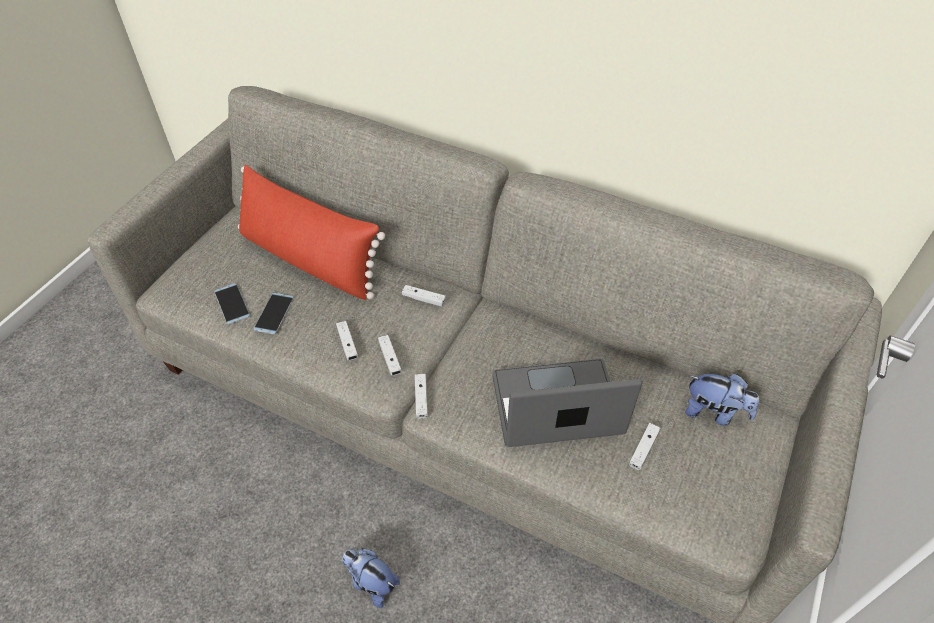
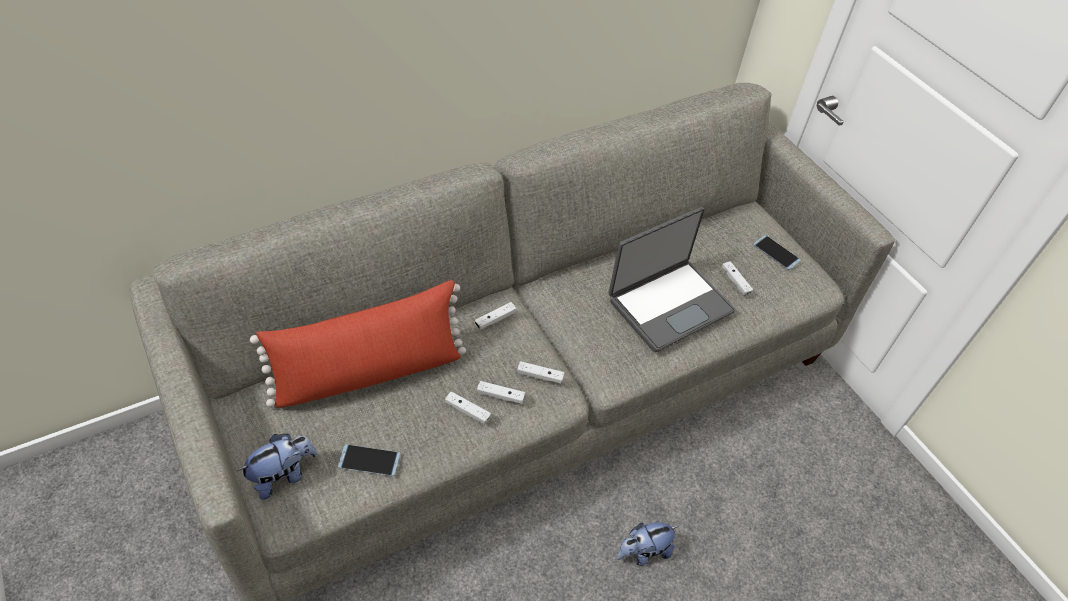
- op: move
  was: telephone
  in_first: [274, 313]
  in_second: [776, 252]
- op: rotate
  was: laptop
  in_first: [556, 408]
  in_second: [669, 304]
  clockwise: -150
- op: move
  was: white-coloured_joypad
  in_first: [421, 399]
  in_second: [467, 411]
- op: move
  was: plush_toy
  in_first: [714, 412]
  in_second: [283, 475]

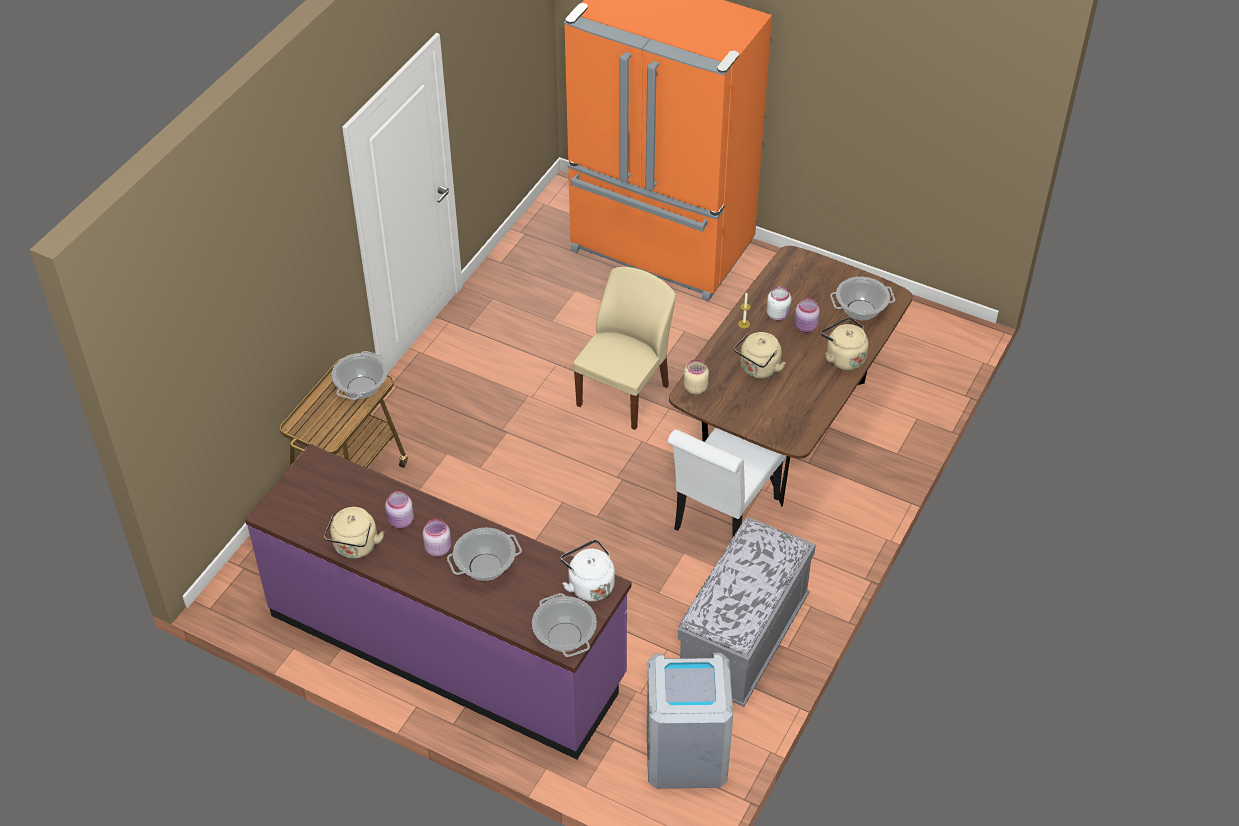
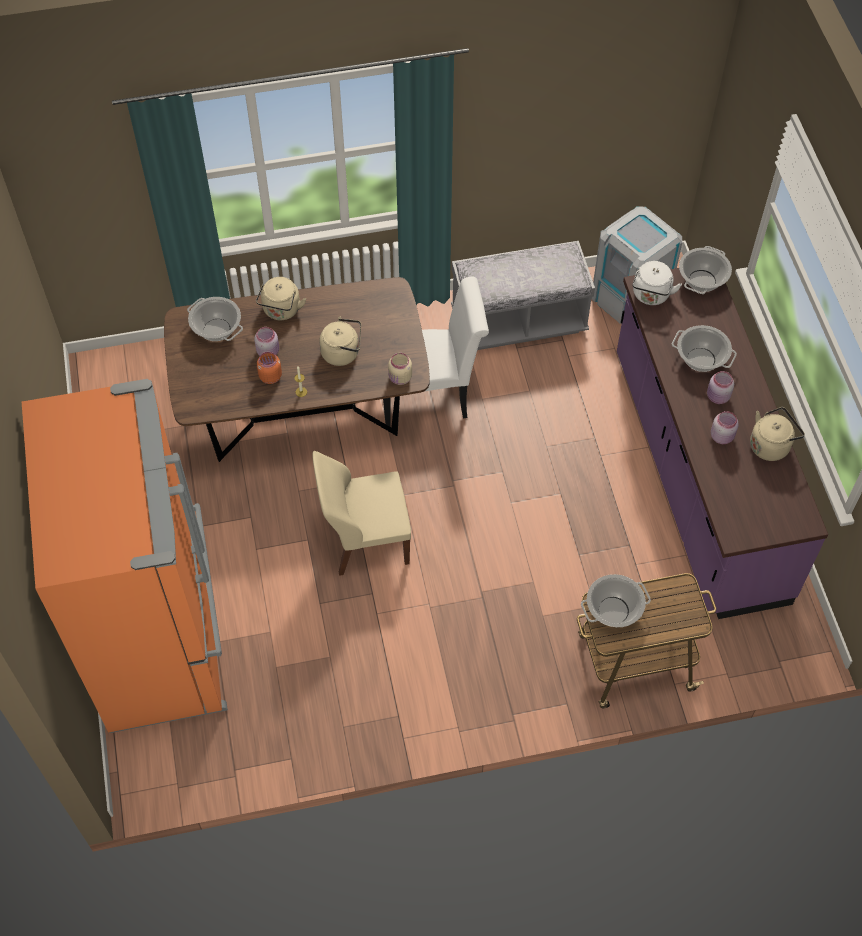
- op: recolor
  was: white-coloured_storage_jar
  now: orange-coloured_storage_jar
  in_first: [778, 315]
  in_second: [270, 376]

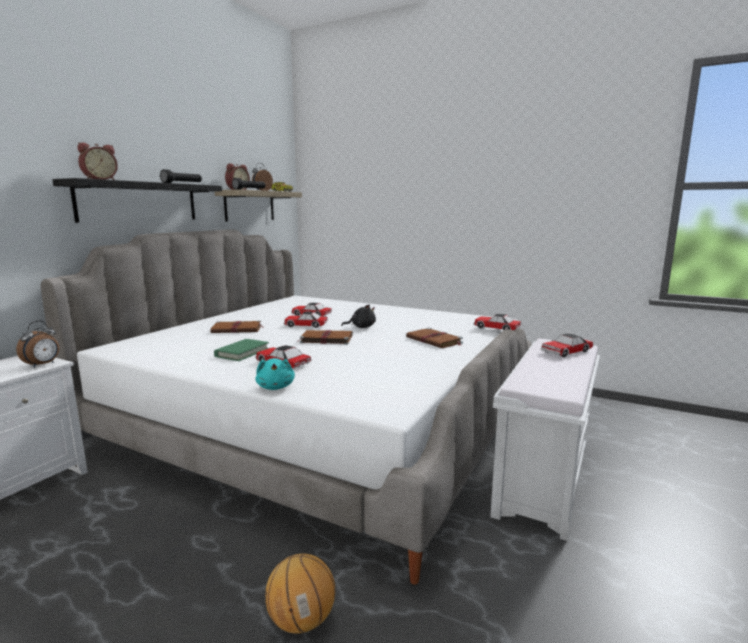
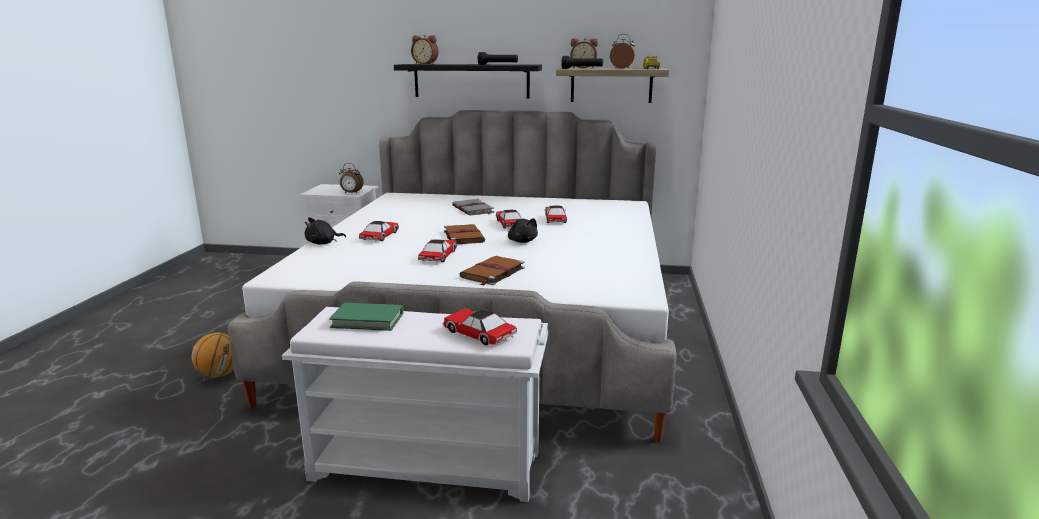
- op: move
  was: miniature_car
  in_first: [496, 328]
  in_second: [438, 256]
- op: recolor
  was: brownish_book
  now: grey_book
  in_first: [237, 329]
  in_second: [473, 209]
- op: move
  was: green-coloured_book
  in_first: [242, 352]
  in_second: [367, 320]
- op: recolor
  was: turquoise-coloured_plush_toy
  now: blackish_plush_toy
  in_first: [276, 387]
  in_second: [323, 243]

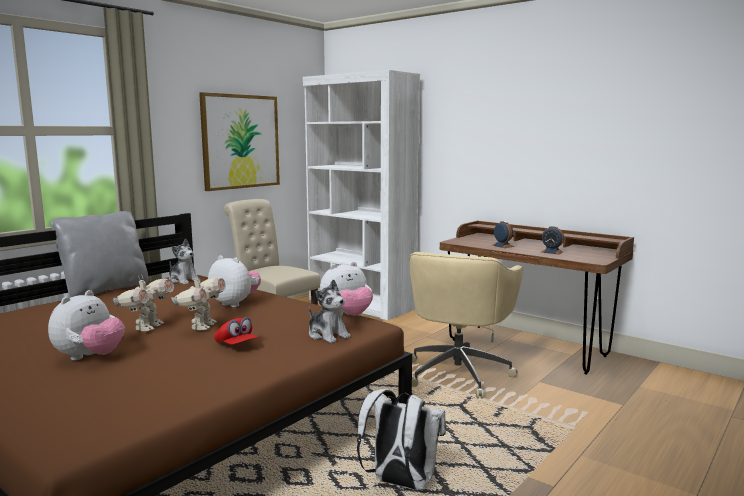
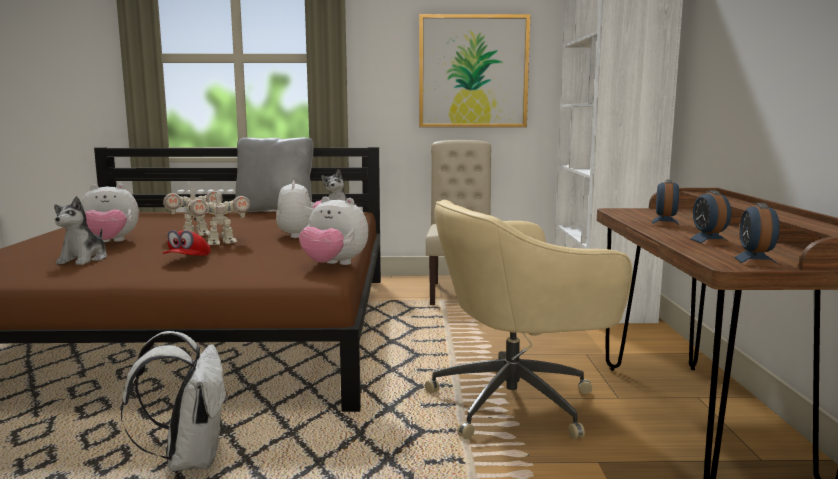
- op: move
  was: plush_toy
  in_first: [328, 335]
  in_second: [84, 259]
- op: insert
  now: table_clock
  in_second: [755, 261]

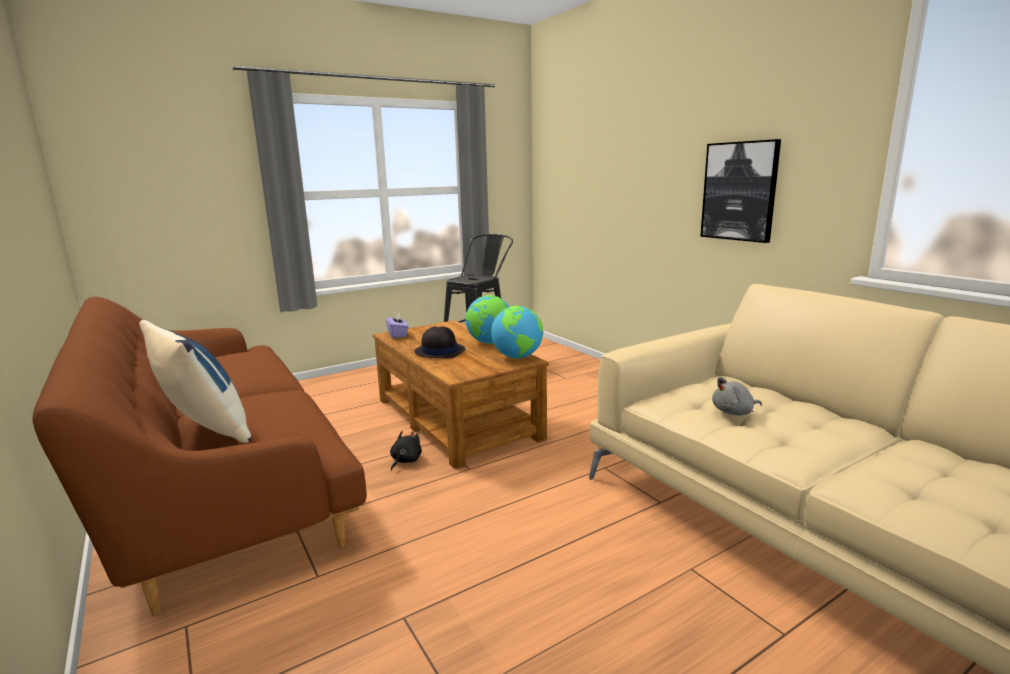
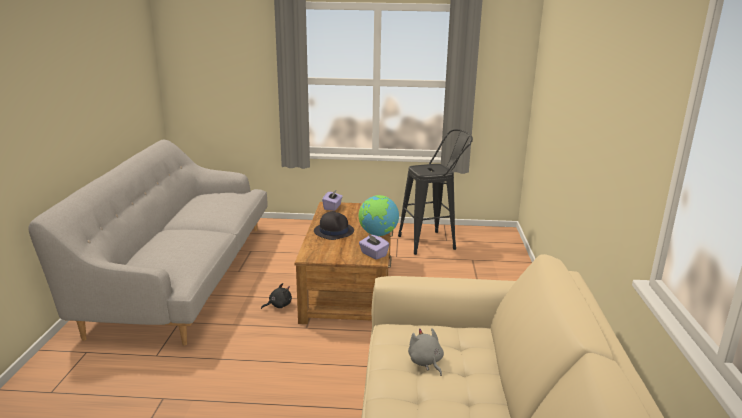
- op: delete
  was: wall_art
  in_first: [739, 191]
- op: recolor
  was: brownish_settee
  now: grey_settee
  in_first: [219, 476]
  in_second: [181, 274]
- op: replace
  was: globe
  now: purplish_box_of_tissues
  in_first: [517, 357]
  in_second: [373, 254]
- op: delete
  was: blue-coloured_throw_pillow
  in_first: [203, 431]
- op: rotate
  was: grey_plush_toy
  in_first: [734, 412]
  in_second: [426, 362]
  clockwise: 45

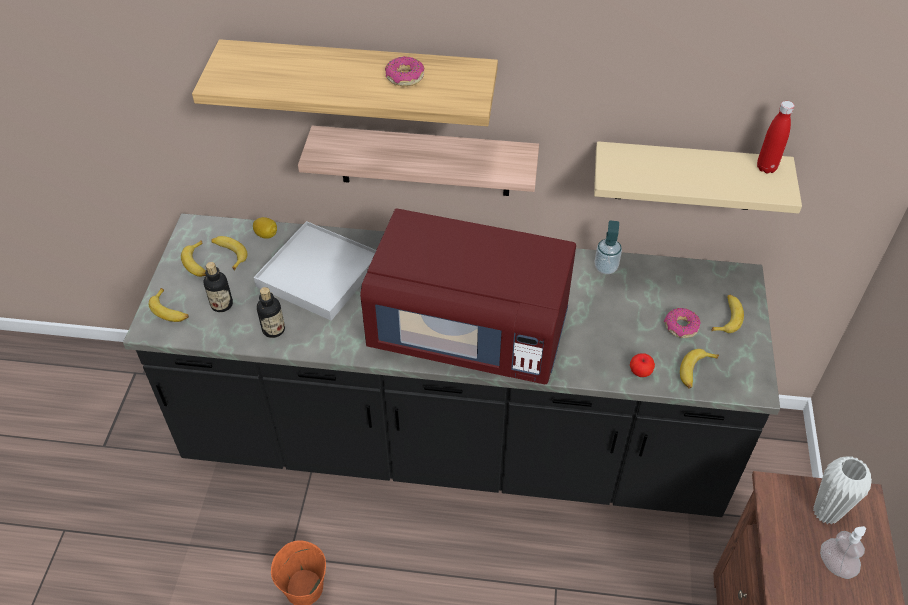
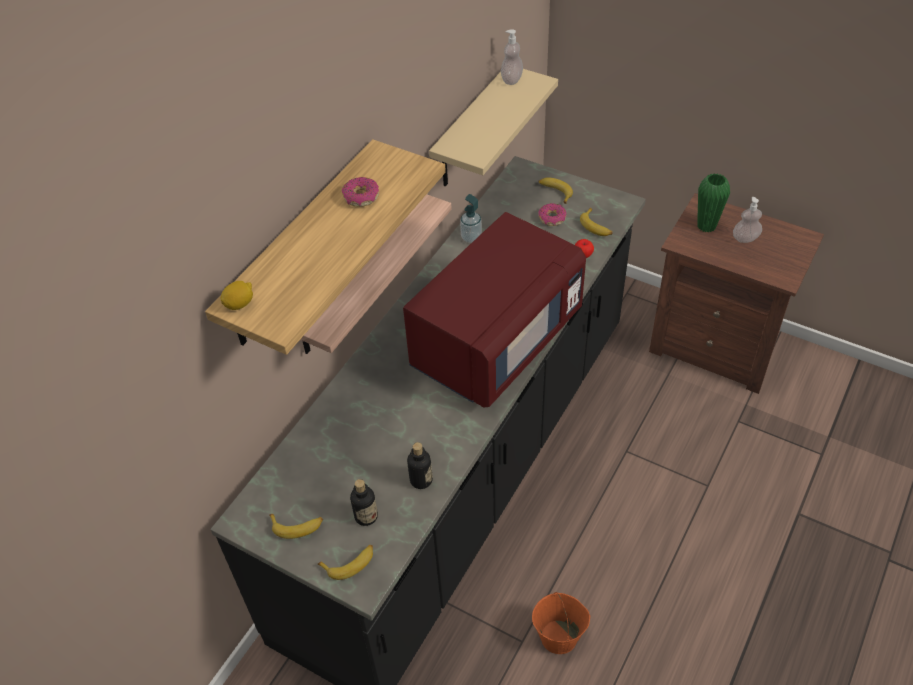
- op: replace
  was: reddish_drink_bottle
  now: soap_dispenser
  in_first: [766, 168]
  in_second: [511, 79]
- op: move
  was: whole_lemon
  in_first: [266, 235]
  in_second: [240, 304]
- op: delete
  was: white-coloured_serving_tray
  in_first: [319, 274]
- op: delete
  was: banana_fruit
  in_first: [229, 254]
- op: recolor
  was: white-coloured_decorative_vase
  now: green-coloured_decorative_vase
  in_first: [826, 512]
  in_second: [706, 226]

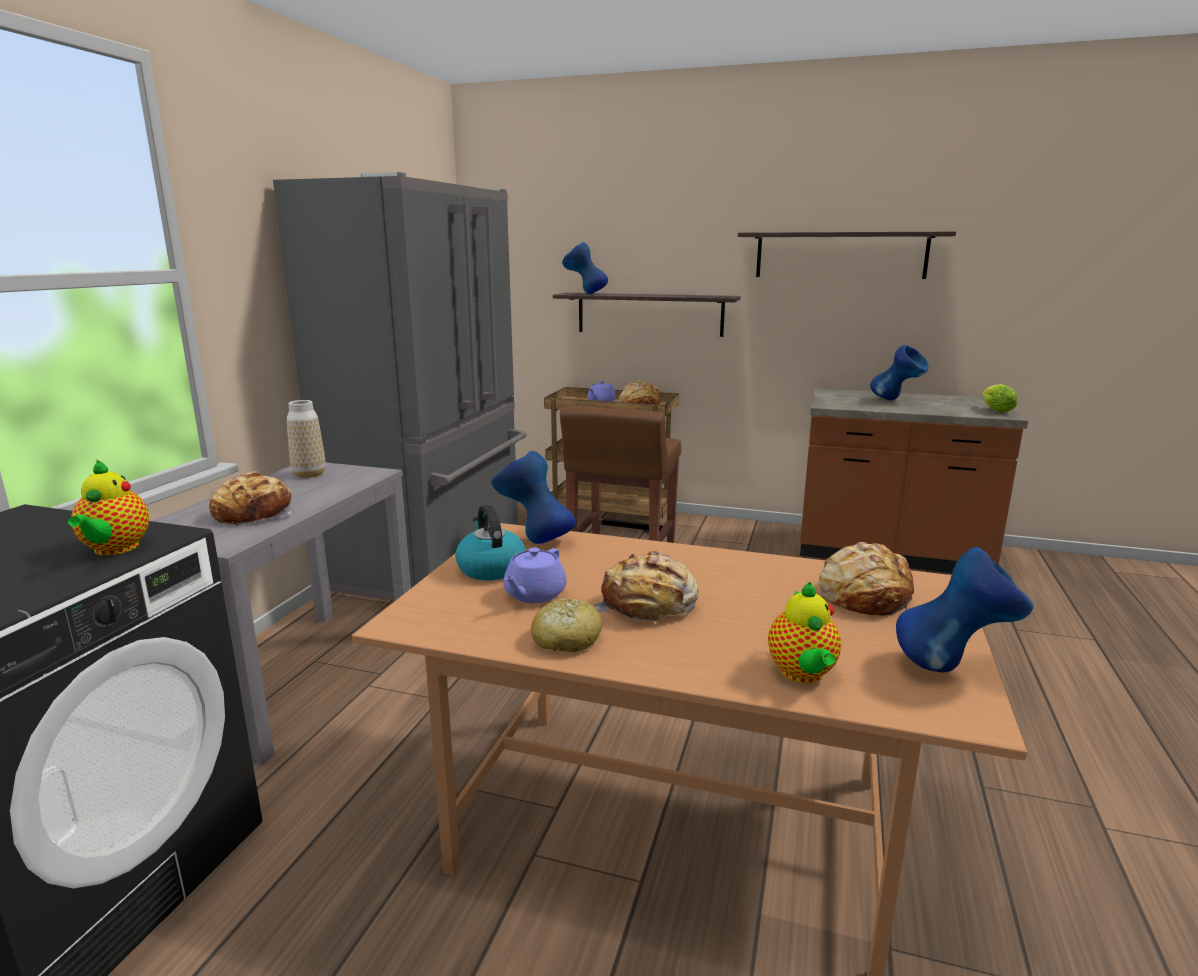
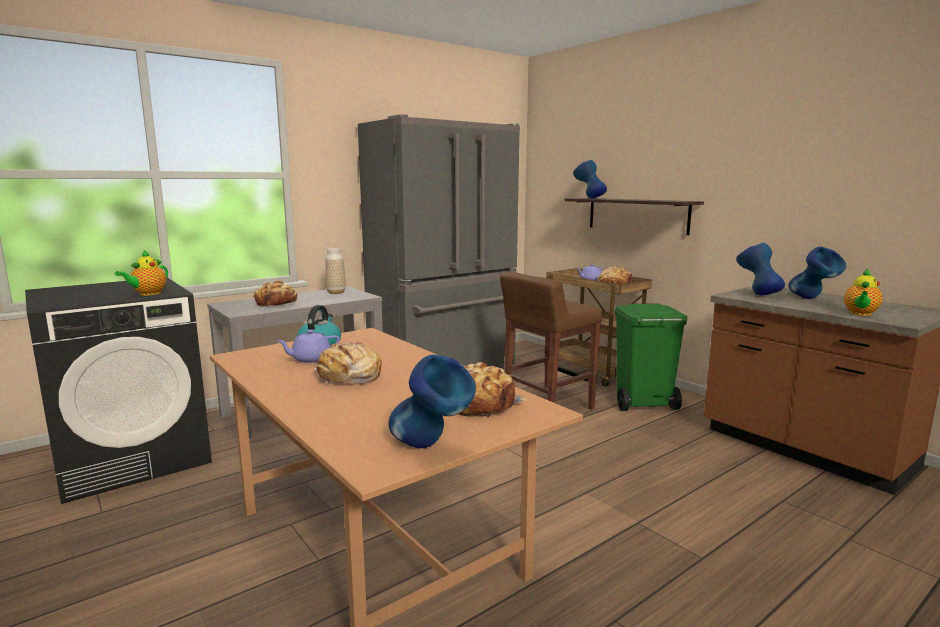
- op: delete
  was: bracket_shelf
  in_first: [840, 255]
- op: delete
  was: lettuce
  in_first: [994, 410]
- op: move
  was: blue-coloured_decorative_vase
  in_first: [534, 540]
  in_second: [757, 294]
- op: move
  was: tea_pot
  in_first: [802, 675]
  in_second: [860, 314]
- op: delete
  was: baked_bread
  in_first: [566, 639]
- op: insert
  now: green-coloured_rubbish_bin
  in_second: [642, 404]

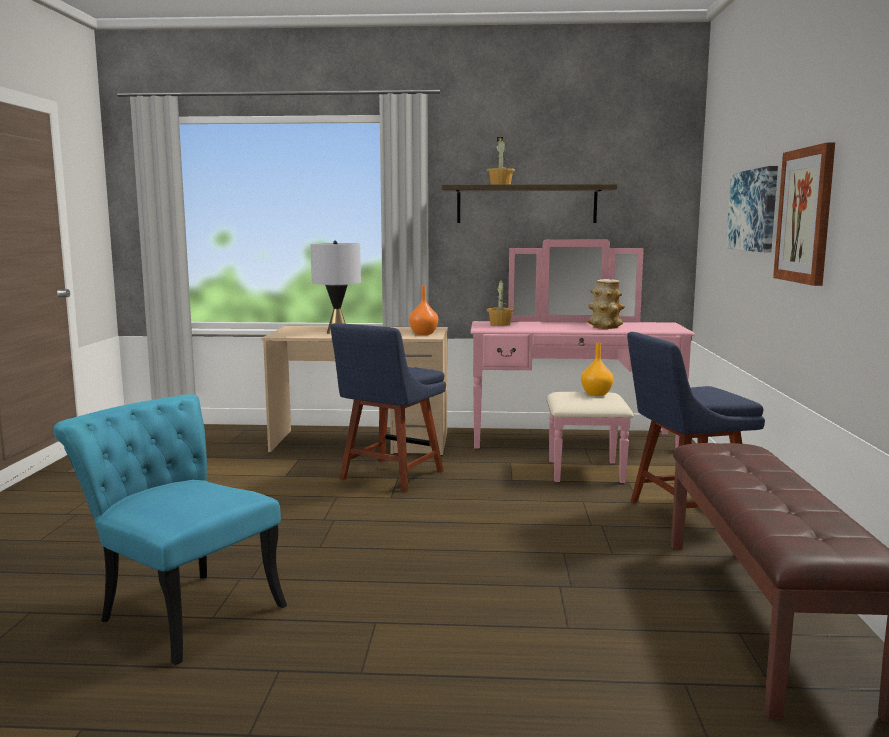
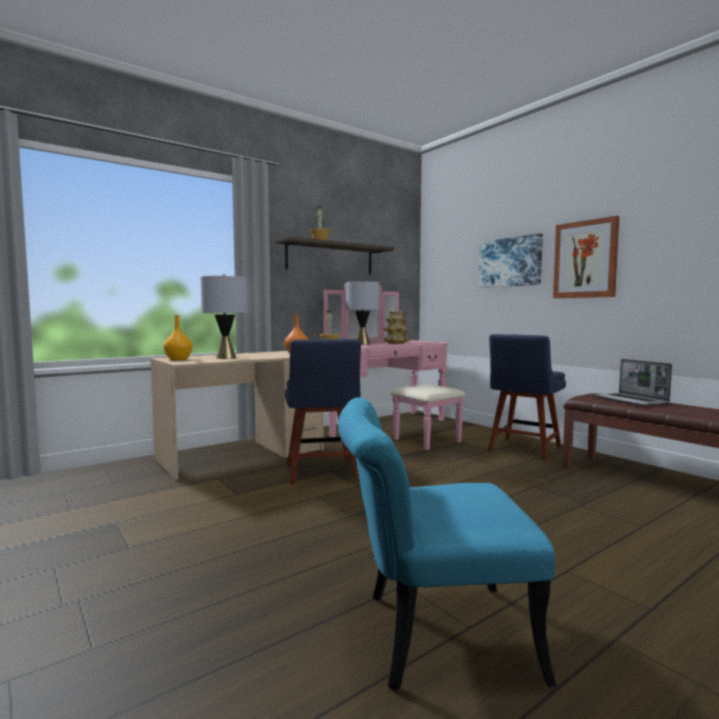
- op: move
  was: orange-coloured_decorative_vase
  in_first: [596, 394]
  in_second: [178, 359]
- op: insert
  now: grey_table_lamp
  in_second: [362, 344]
- op: insert
  now: laptop
  in_second: [632, 400]

